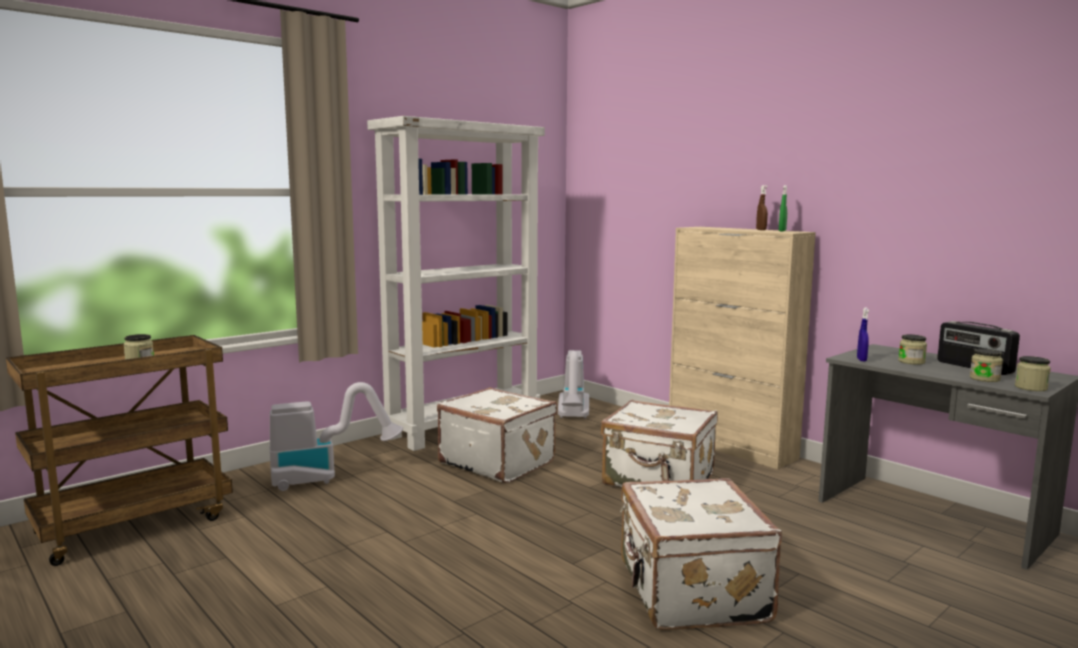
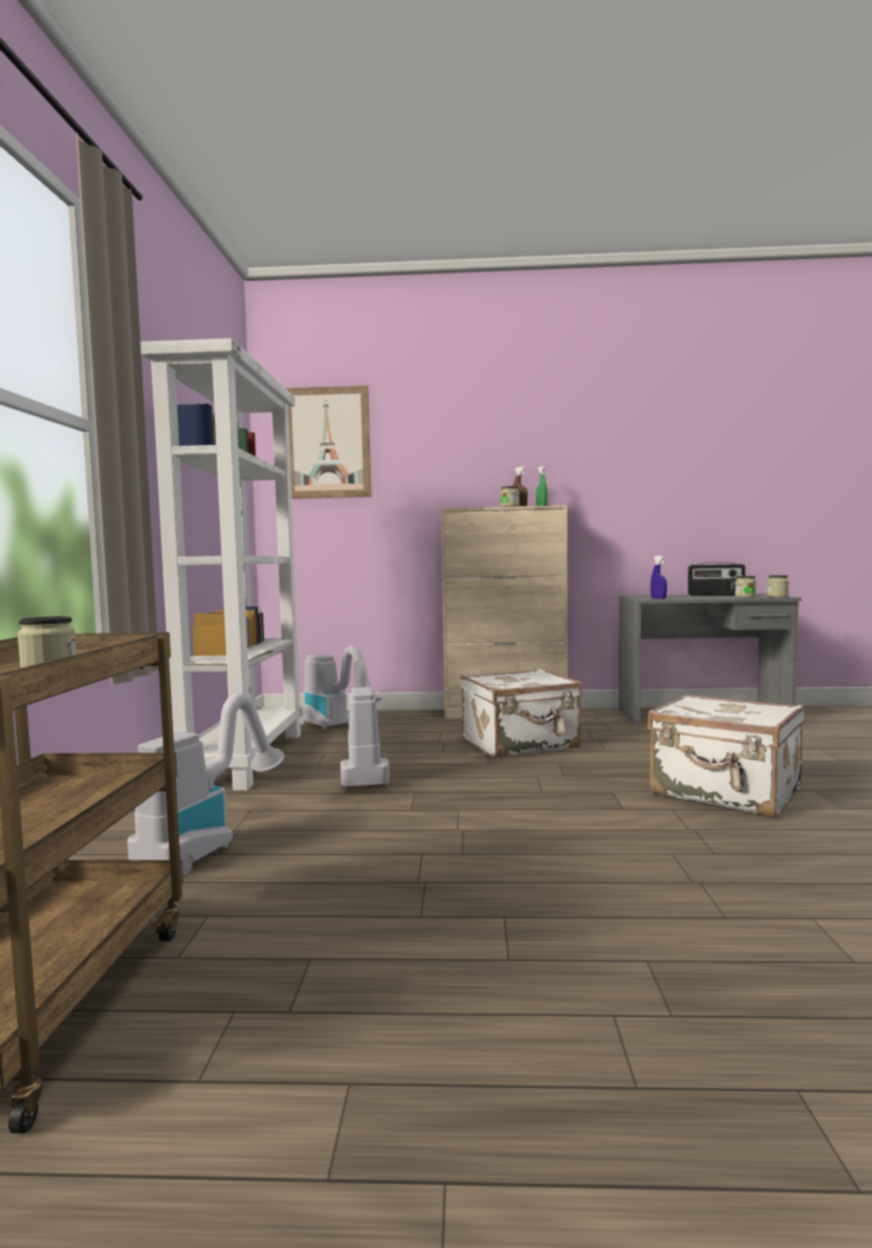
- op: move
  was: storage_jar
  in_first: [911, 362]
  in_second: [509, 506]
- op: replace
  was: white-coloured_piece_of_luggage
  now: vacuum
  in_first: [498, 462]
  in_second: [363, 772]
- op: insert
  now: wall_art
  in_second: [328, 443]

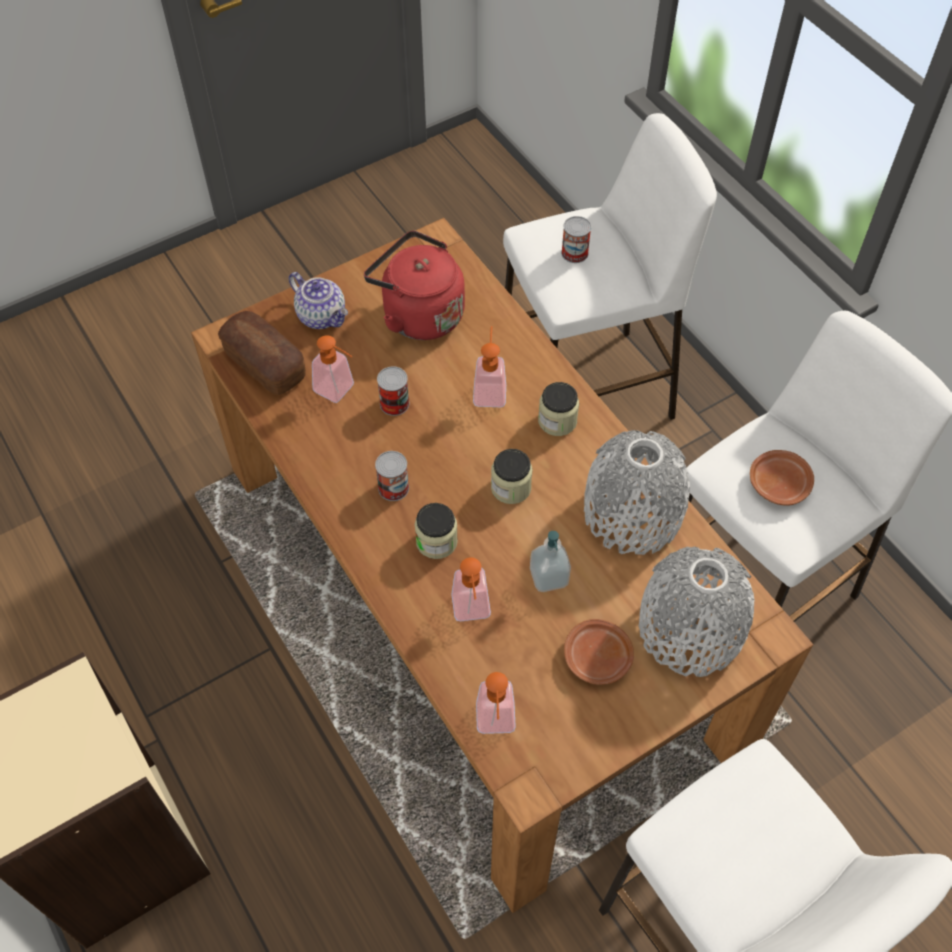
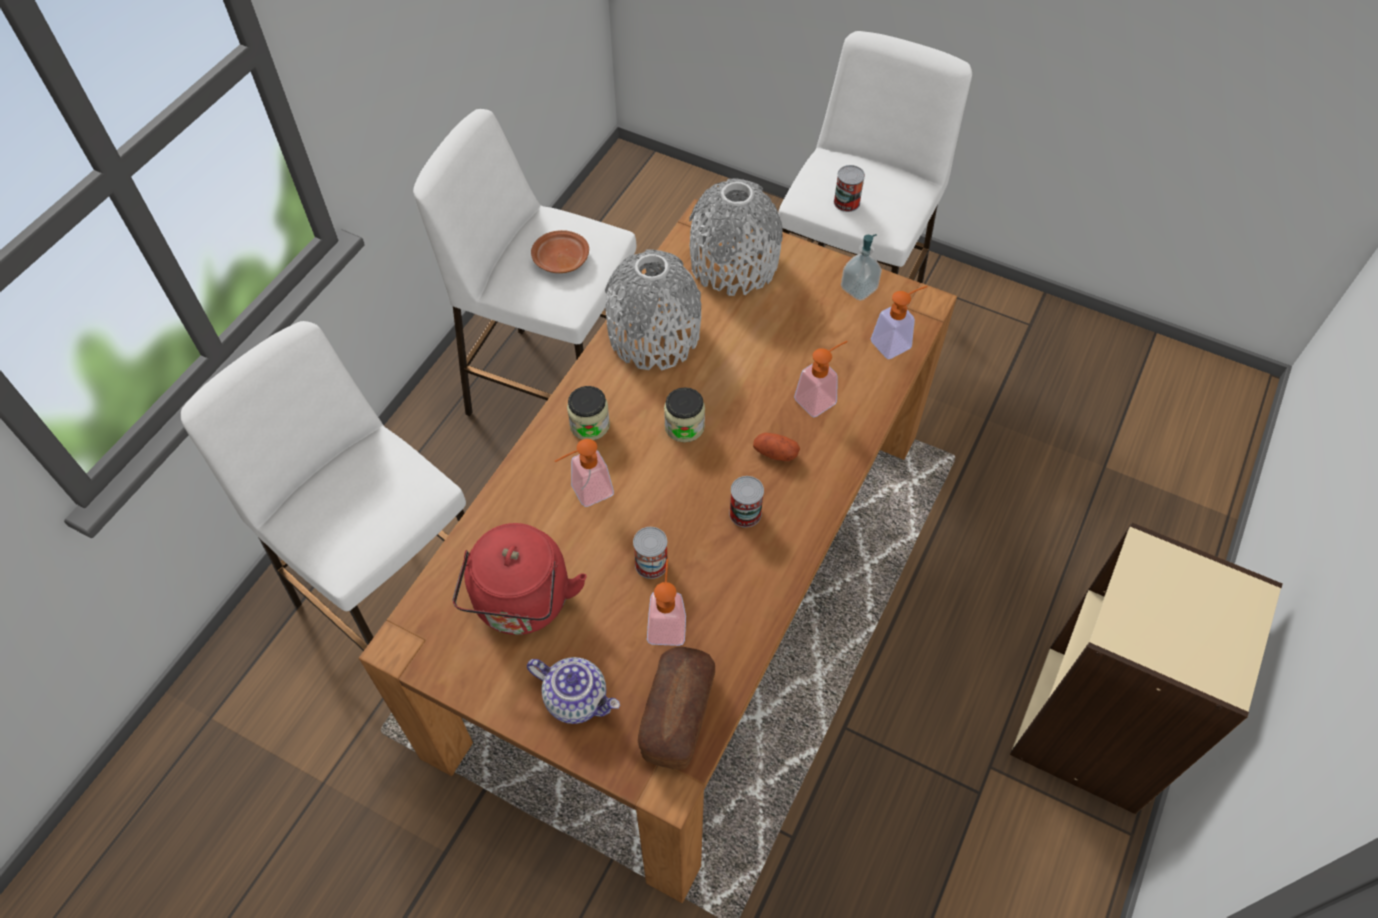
- op: move
  was: metal_can
  in_first: [574, 253]
  in_second: [846, 202]
- op: rotate
  was: tea_pot
  in_first: [322, 316]
  in_second: [577, 698]
  clockwise: 105
- op: replace
  was: storage_jar
  now: spud
  in_first: [436, 541]
  in_second: [775, 453]
- op: move
  was: soap_dispenser
  in_first: [549, 577]
  in_second: [858, 288]
- op: delete
  was: brownish_dinner_plate
  in_first: [597, 658]

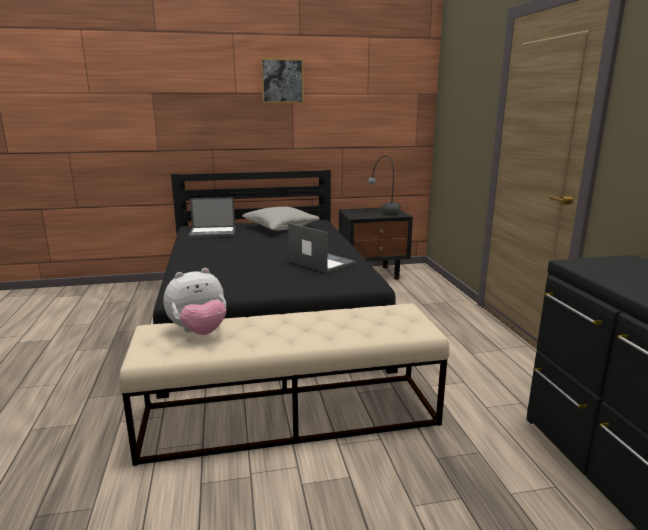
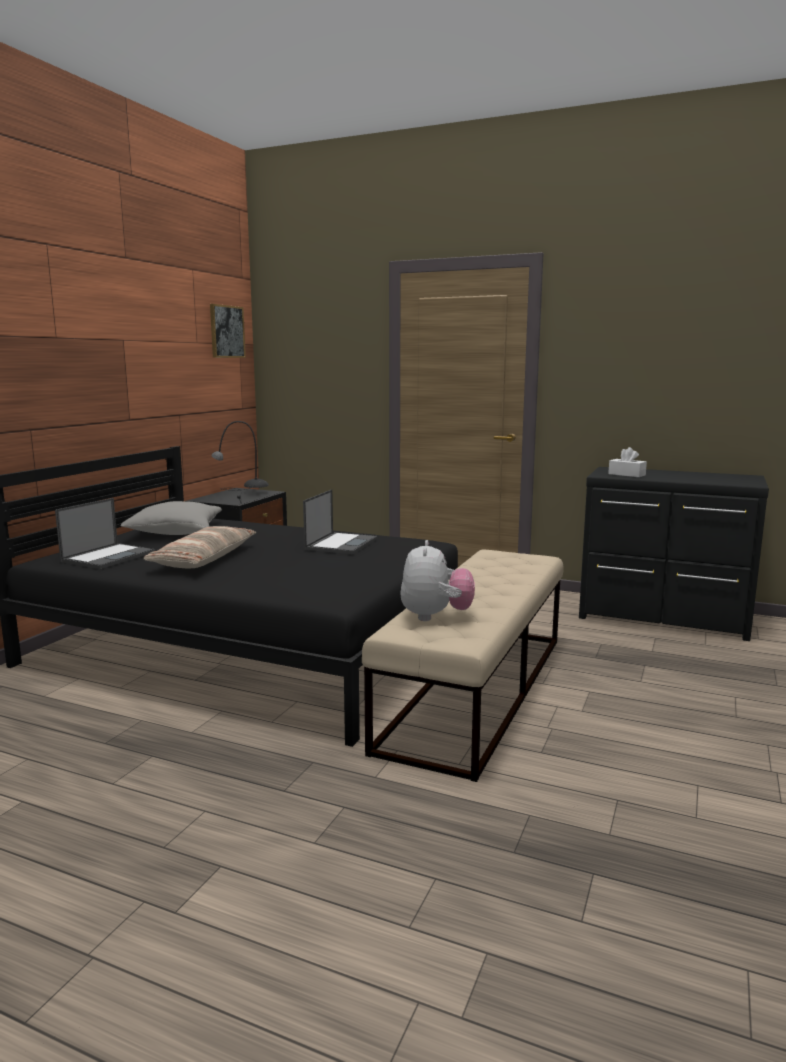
- op: move
  was: wall_art
  in_first: [282, 81]
  in_second: [226, 331]
- op: rotate
  was: laptop
  in_first: [321, 262]
  in_second: [341, 544]
  clockwise: 120
- op: insert
  now: white-coloured_box_of_tissues
  in_second: [626, 474]
- op: insert
  now: throw_pillow
  in_second: [204, 559]

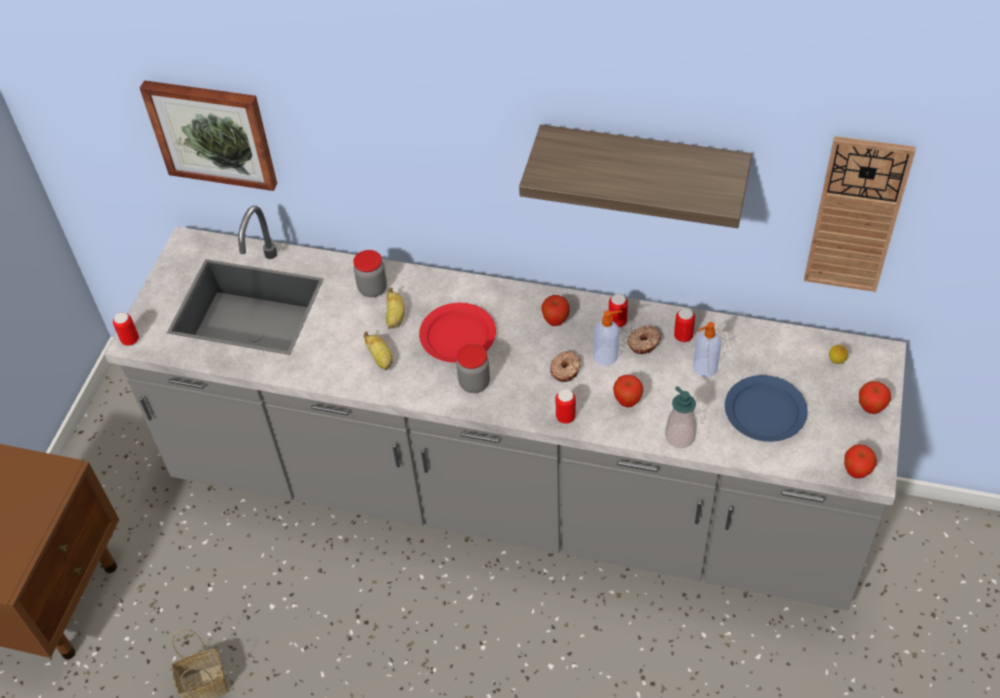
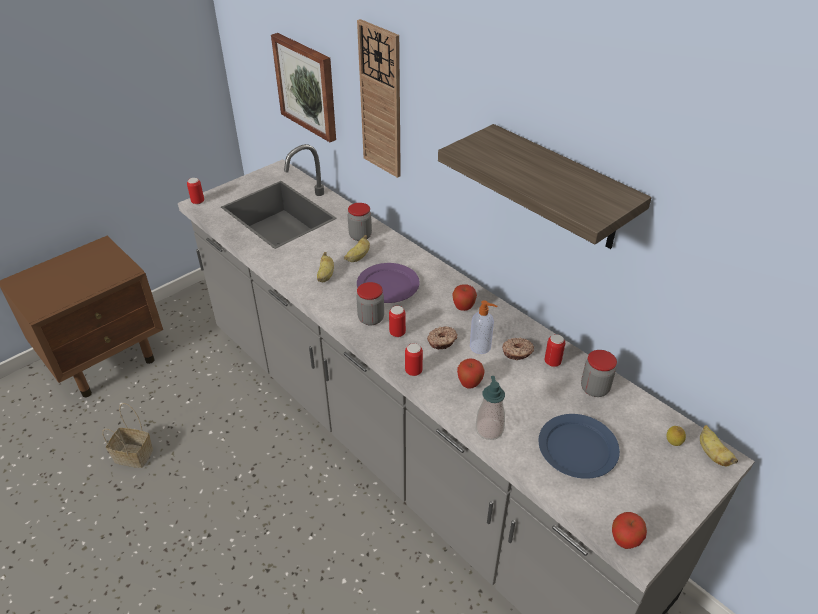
- op: move
  was: hanging_clock
  in_first: [856, 216]
  in_second: [381, 101]
- op: move
  was: metal_can
  in_first: [617, 322]
  in_second: [397, 333]
- op: recolor
  was: reddish_dinner_plate
  now: purplish_dinner_plate
  in_first: [457, 335]
  in_second: [388, 285]
- op: delete
  was: soap_dispenser
  in_first: [704, 368]
- op: delete
  was: whole_apple
  in_first: [870, 408]
- op: insert
  now: storage_jar
  in_second: [594, 388]
- op: insert
  now: banana_fruit
  in_second: [712, 454]

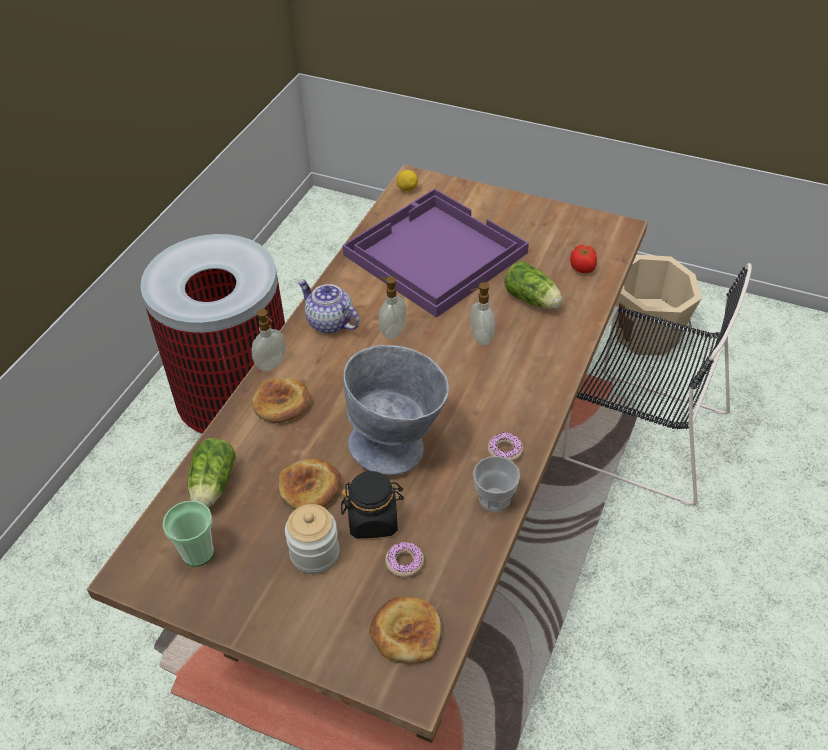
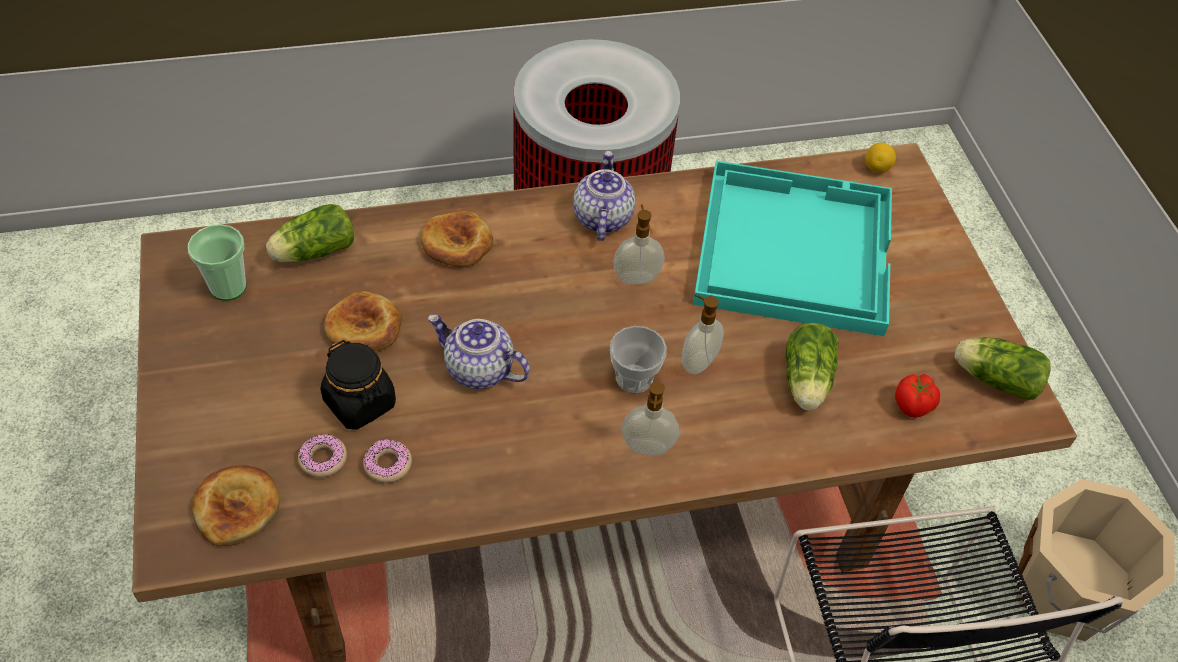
- op: recolor
  was: purplish_serving_tray
  now: turquoise-coloured_serving_tray
  in_first: [433, 254]
  in_second: [792, 248]
- op: move
  was: soap_dispenser
  in_first: [272, 364]
  in_second: [647, 448]
- op: replace
  was: grey_bowl
  now: tea_pot
  in_first: [399, 444]
  in_second: [478, 370]
- op: move
  was: doughnut
  in_first: [505, 451]
  in_second: [388, 465]
- op: move
  was: small_cup
  in_first: [494, 499]
  in_second: [634, 377]
- op: delete
  was: storage_jar
  in_first: [315, 553]
- op: insert
  now: lettuce
  in_second: [993, 378]

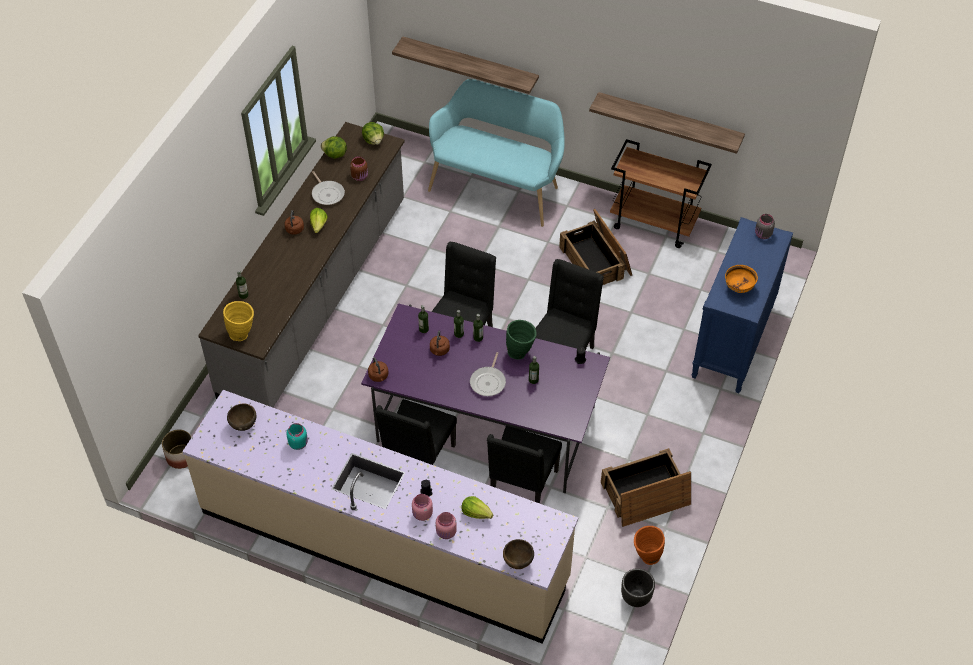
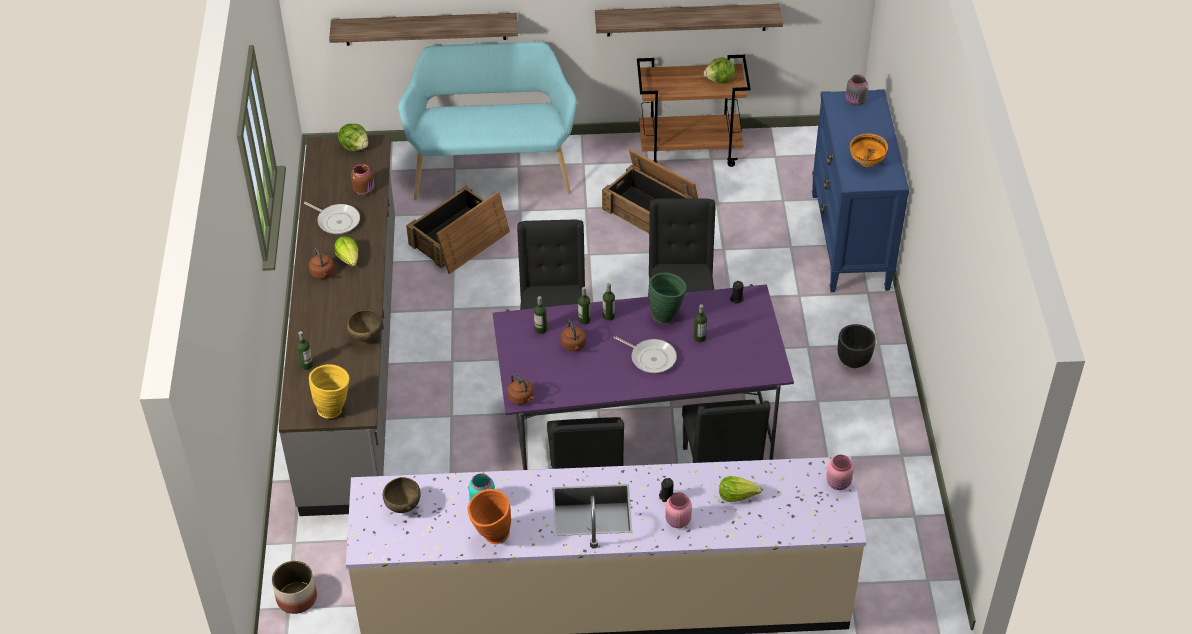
- op: move
  was: lettuce
  in_first: [335, 155]
  in_second: [720, 81]
- op: rotate
  was: frying_pan
  in_first: [488, 381]
  in_second: [651, 358]
  clockwise: -45
- op: move
  was: packing_crate
  in_first: [645, 494]
  in_second: [459, 239]
- op: move
  was: pink-coloured_storage_jar
  in_first: [446, 533]
  in_second: [839, 483]
- op: move
  was: orange-coloured_decorative_vase
  in_first: [646, 557]
  in_second: [491, 537]
- op: move
  was: brownish_bowl
  in_first: [517, 562]
  in_second: [366, 338]
- op: move
  was: blackish_flower_pot
  in_first: [635, 598]
  in_second: [853, 361]

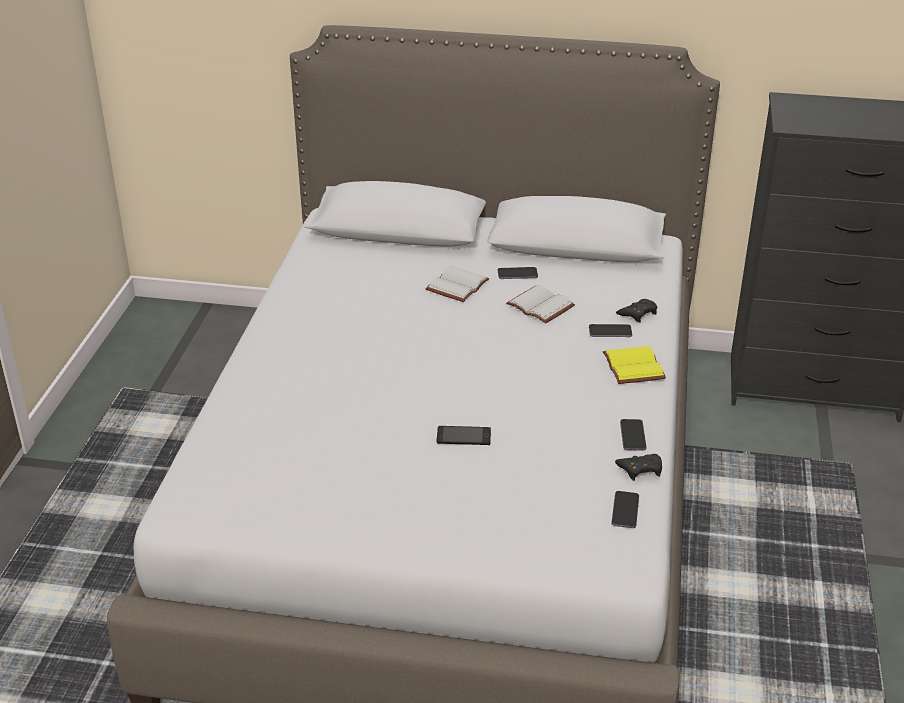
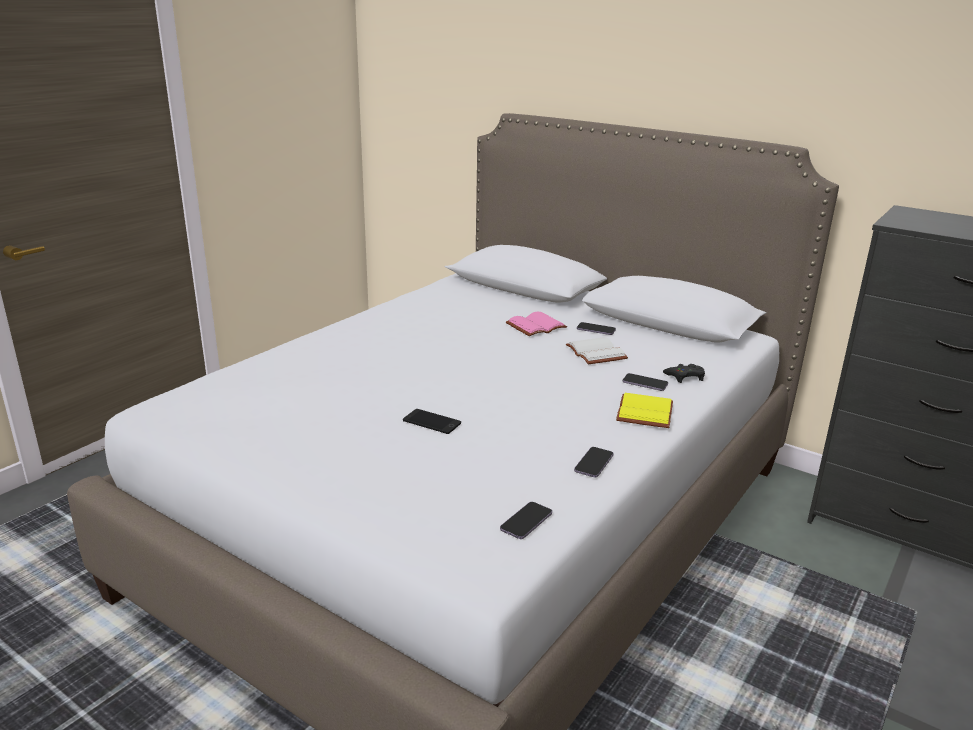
- op: recolor
  was: white-coloured_book
  now: pink-coloured_book
  in_first: [456, 285]
  in_second: [536, 326]
- op: delete
  was: blackish_joypad
  in_first: [640, 469]

